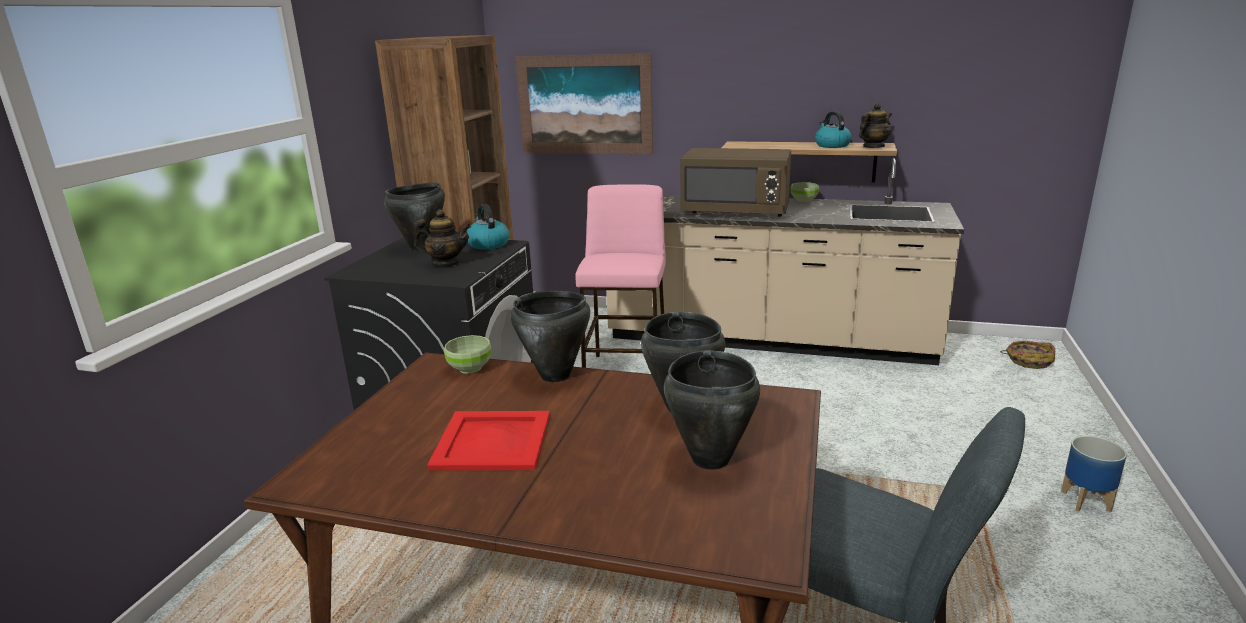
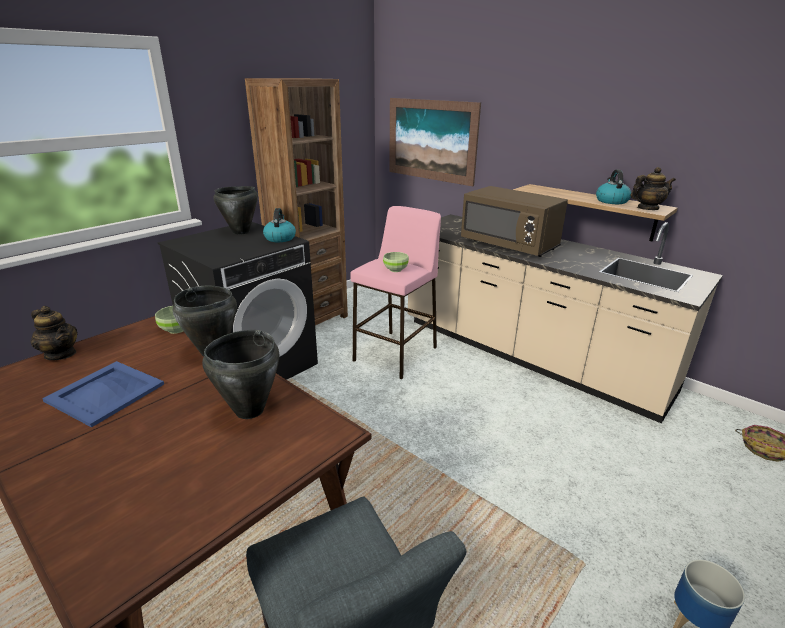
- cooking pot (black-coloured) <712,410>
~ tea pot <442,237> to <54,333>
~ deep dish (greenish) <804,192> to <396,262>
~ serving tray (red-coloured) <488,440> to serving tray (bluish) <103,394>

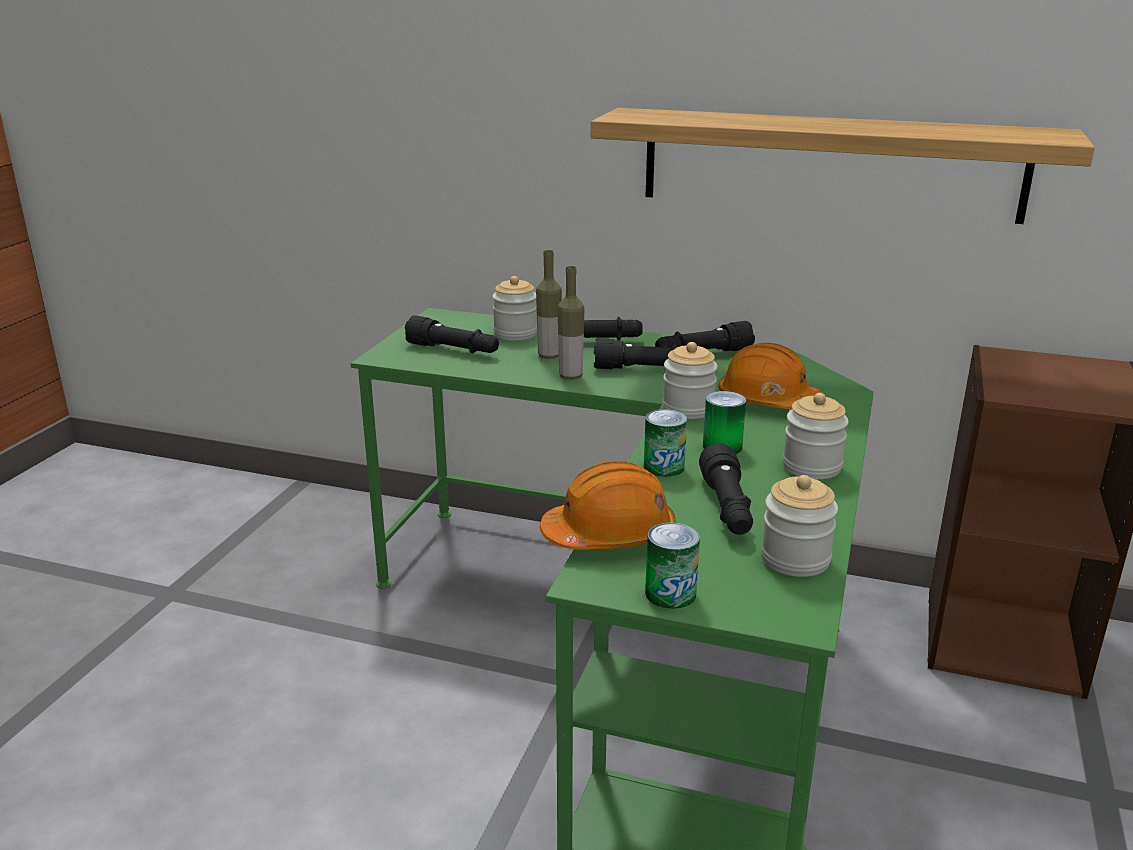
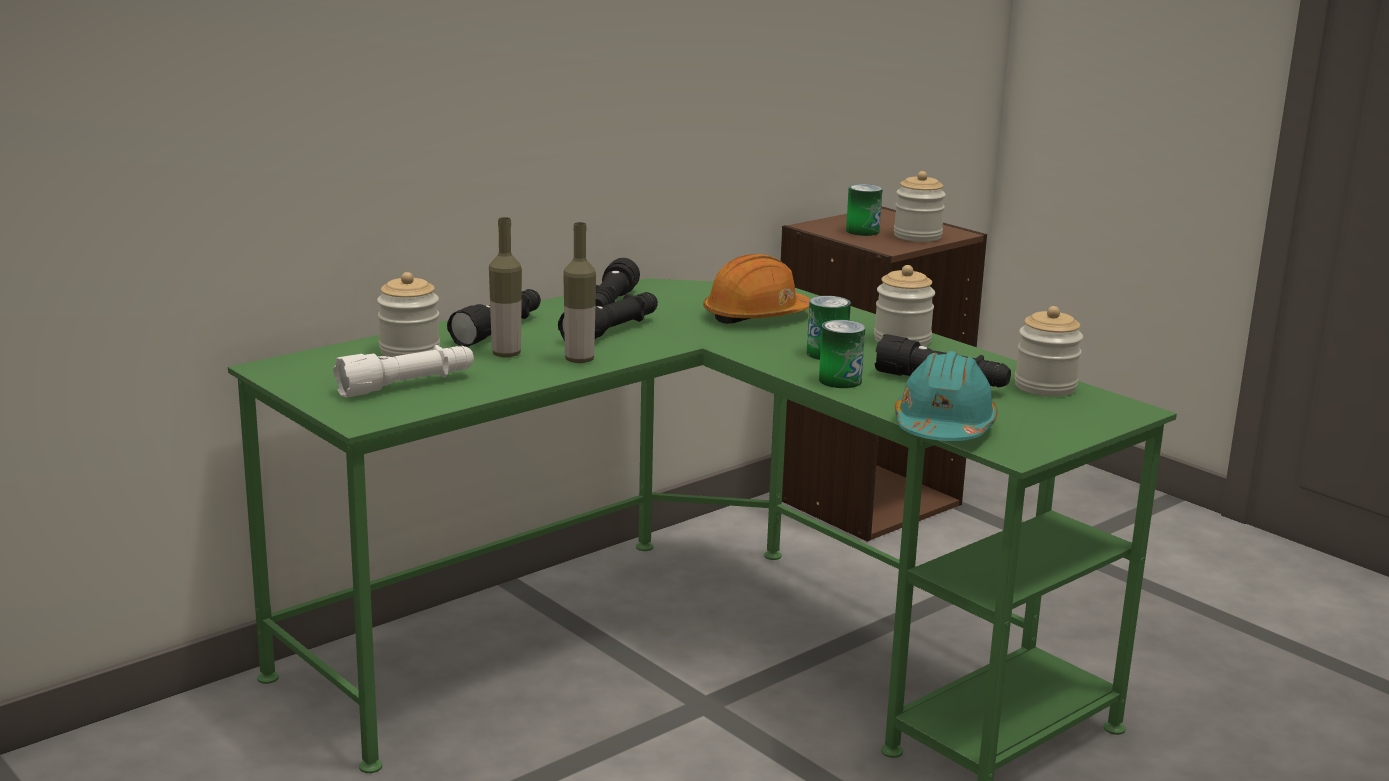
- shelf <843,166>
~ sealed can <672,565> to <864,210>
~ jar <690,380> to <920,206>
~ torch (black-coloured) <452,334> to torch (white-coloured) <403,371>
~ hard hat (orange-coloured) <608,505> to hard hat (blue-green) <946,396>

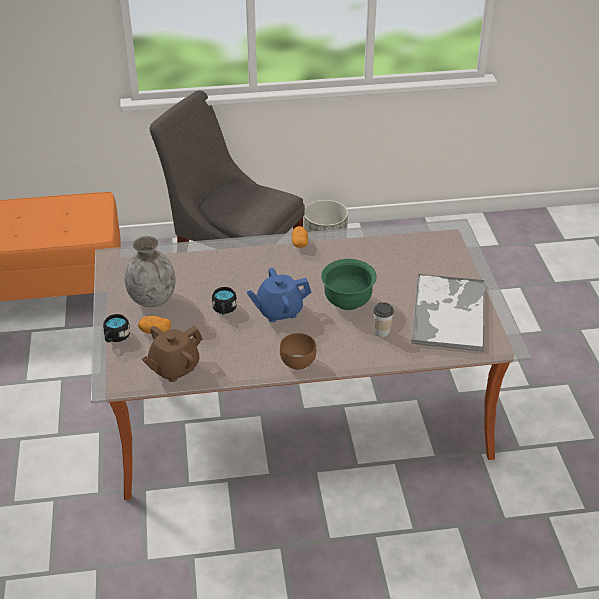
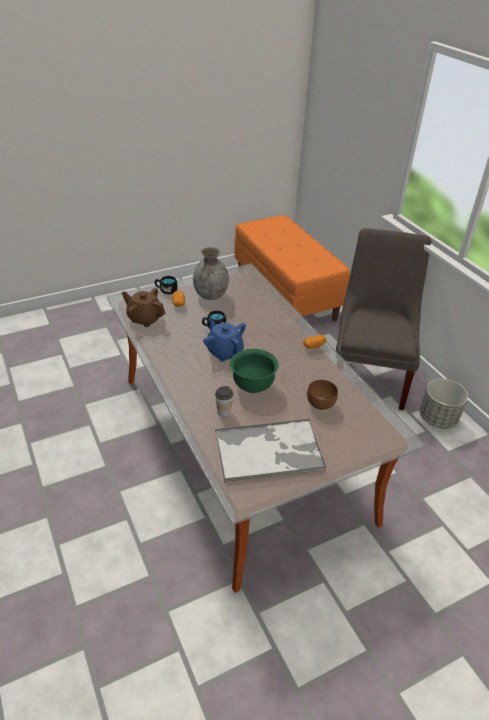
~ deep dish (brown) <298,351> to <322,395>

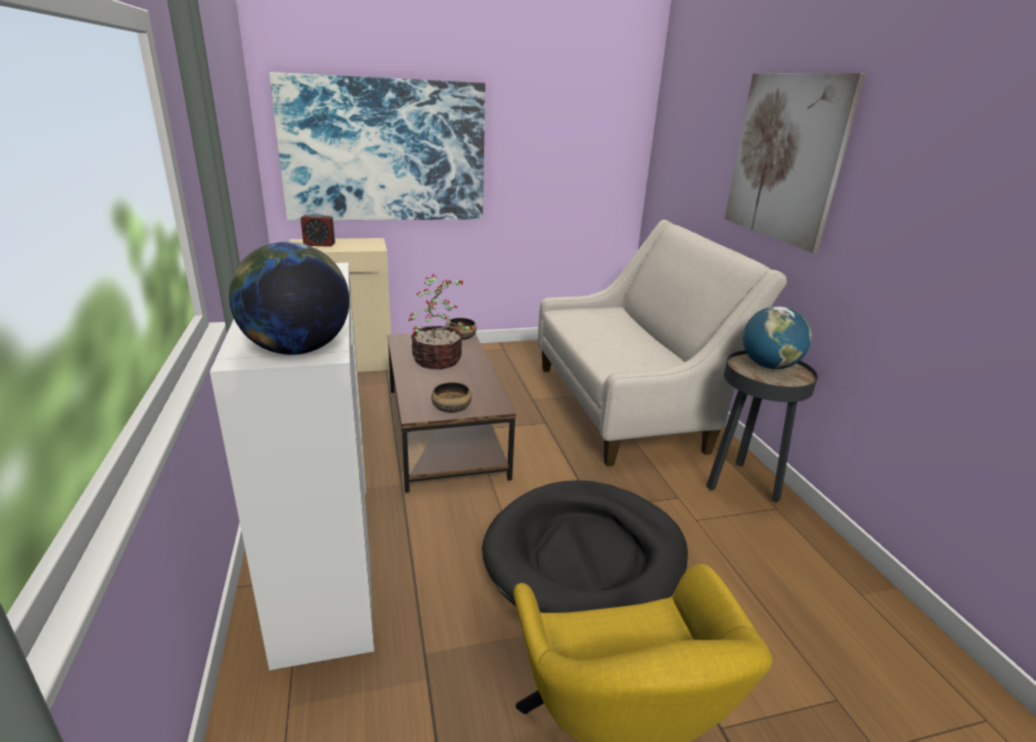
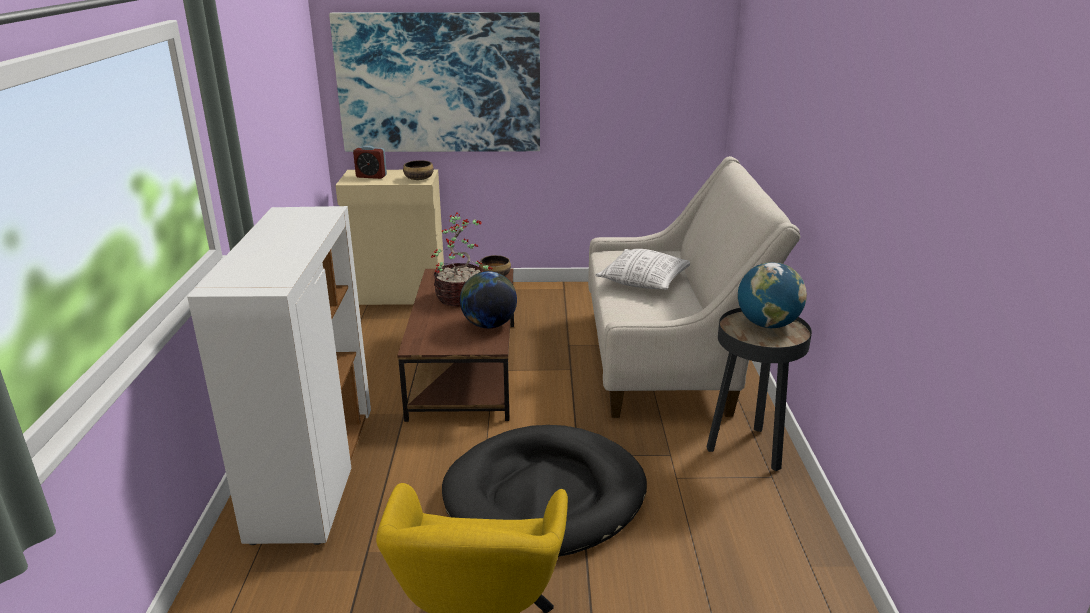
- wall picture <795,163>
+ pillow <642,269>
~ world globe <289,298> to <488,299>
~ deep dish <451,397> to <418,170>

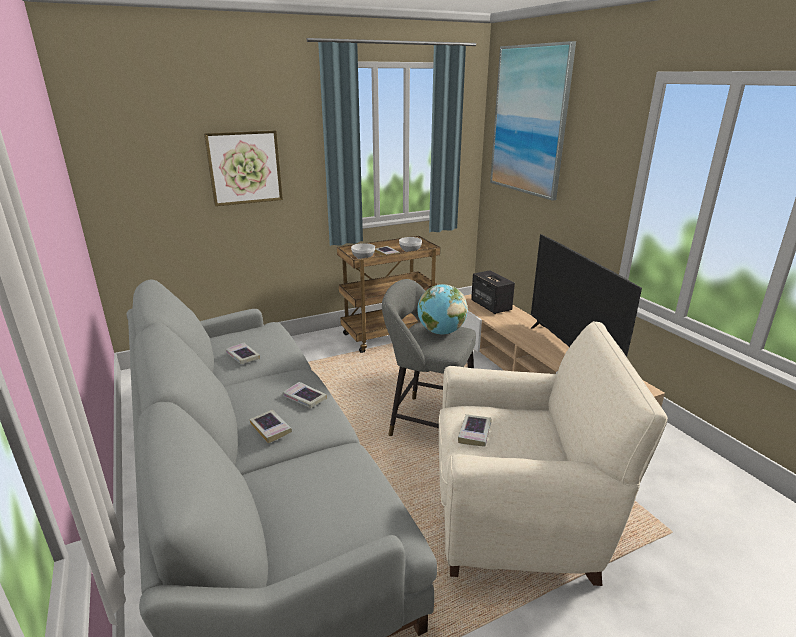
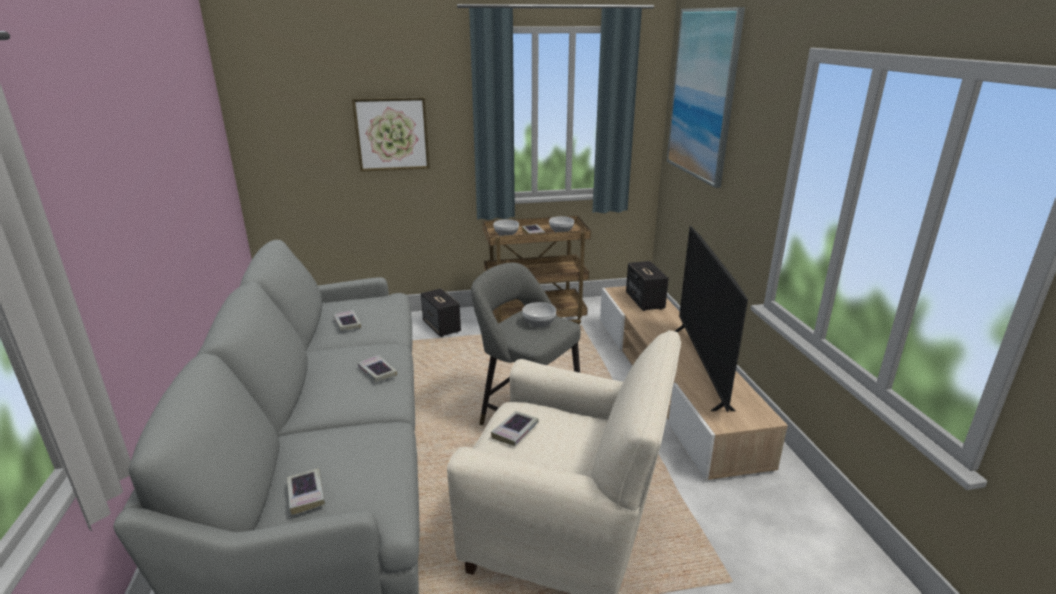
+ loudspeaker <441,313>
~ volume <270,426> to <306,491>
~ world globe <442,309> to deep dish <539,315>

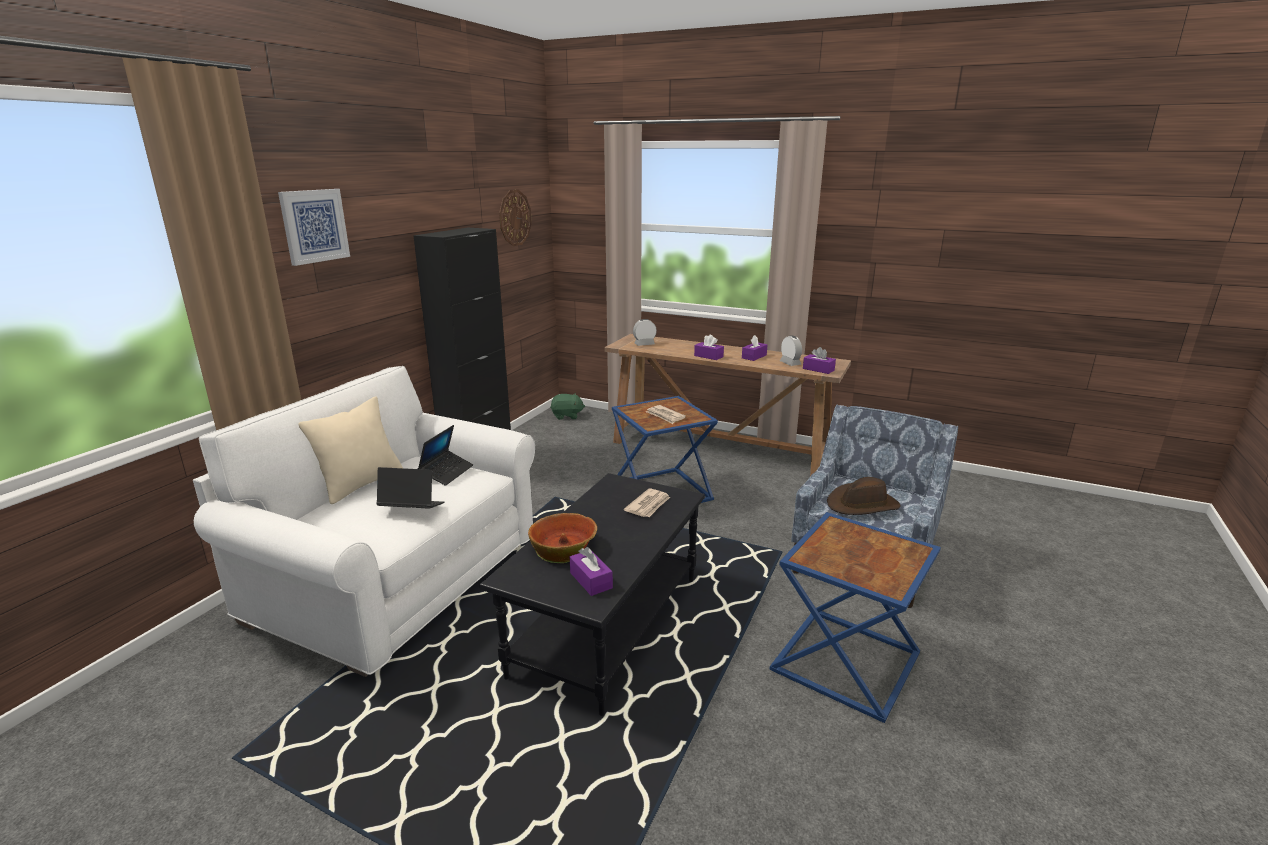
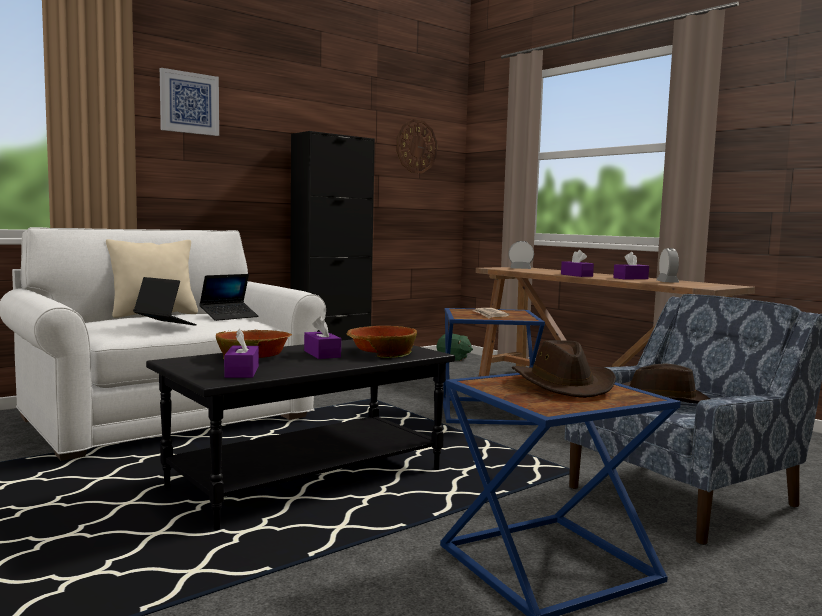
+ clothing hat (brown) <564,369>
~ tissue box (purple) <819,360> to <322,338>
~ daily paper <647,502> to deep dish <382,342>

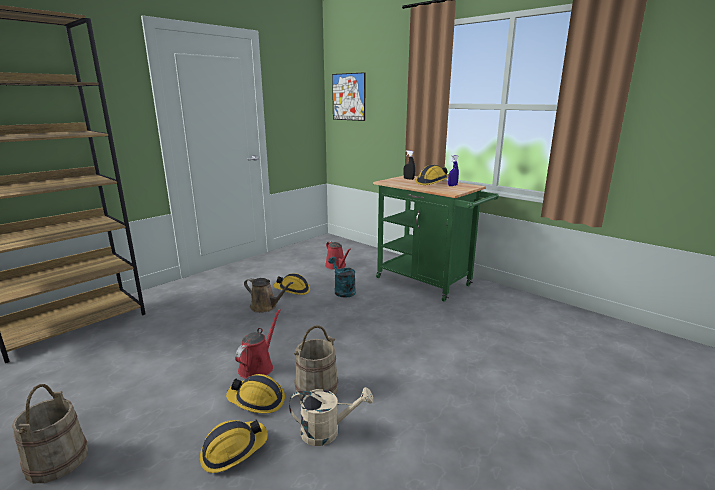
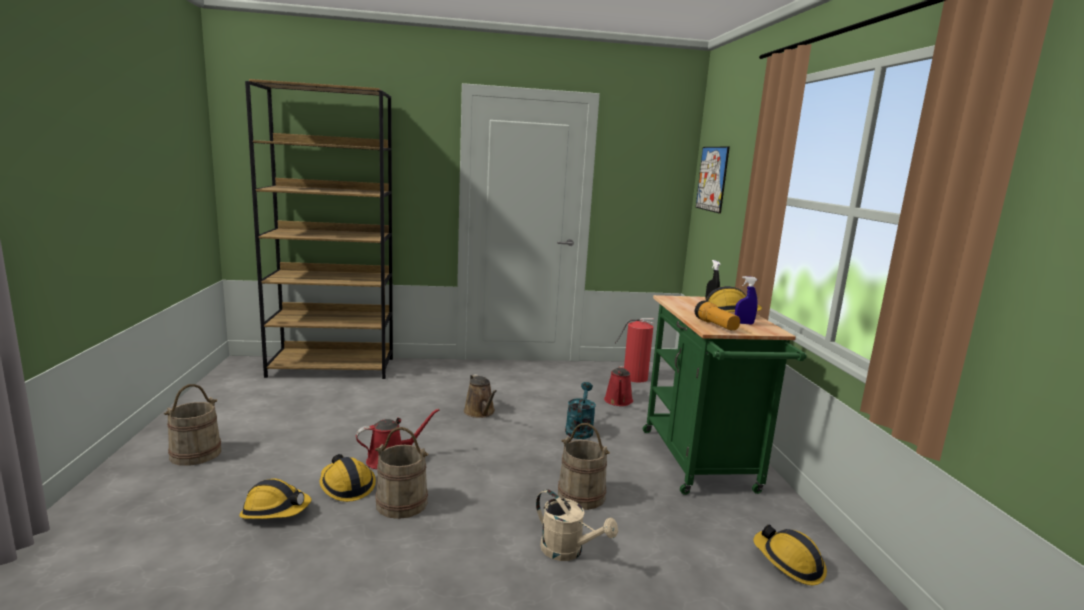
+ bucket (beige-coloured) <584,466>
+ extinguisher <634,350>
+ torch <717,315>
~ hard hat <291,284> to <790,554>
~ sprinkling can (beige-coloured) <331,416> to <577,525>

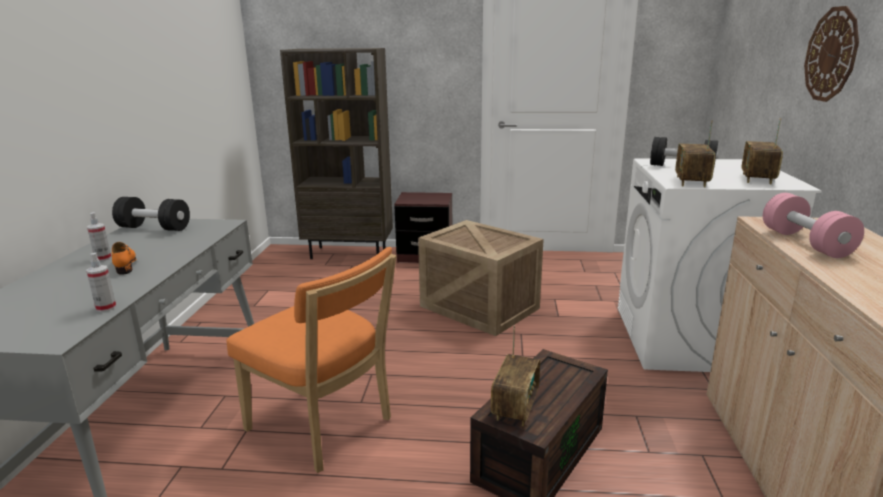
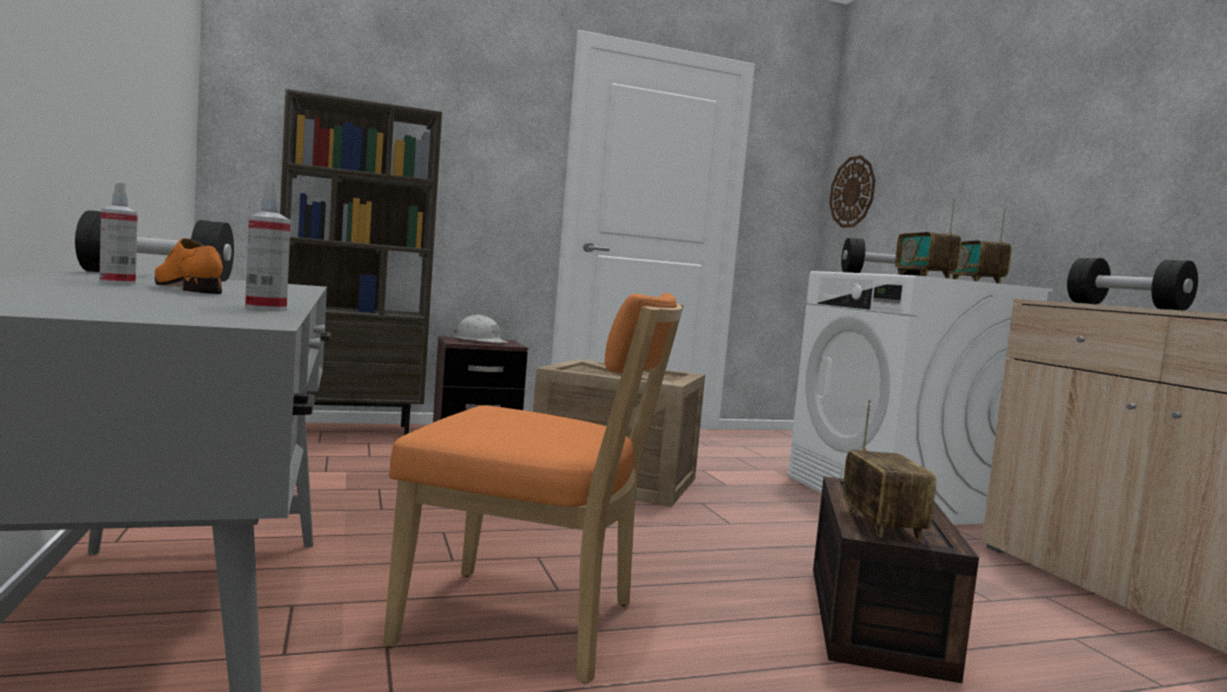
+ hard hat (white-coloured) <481,328>
~ clock on the wall <831,54> to <852,191>
~ hand weight (pink-coloured) <813,225> to hand weight (black-coloured) <1132,284>

